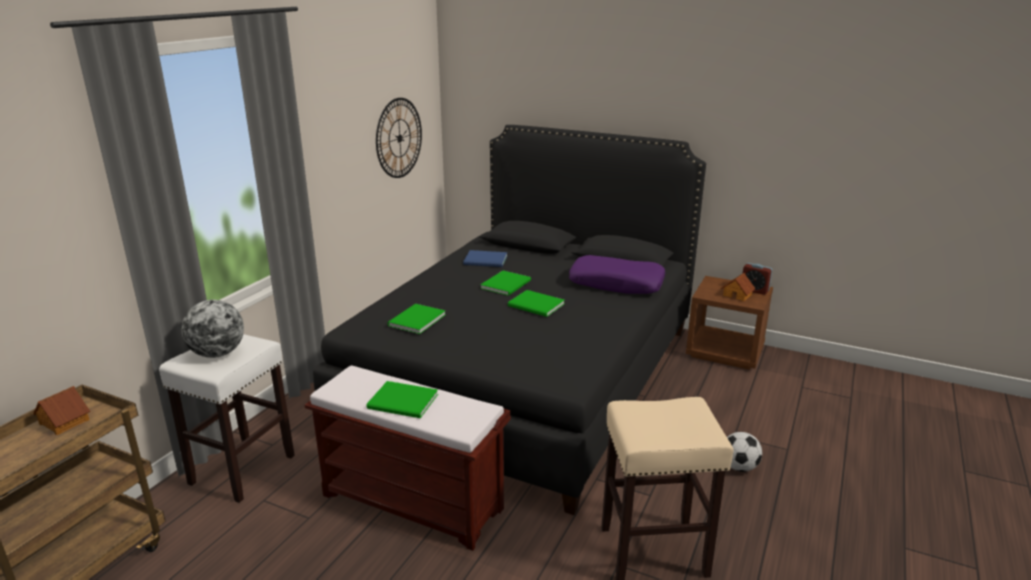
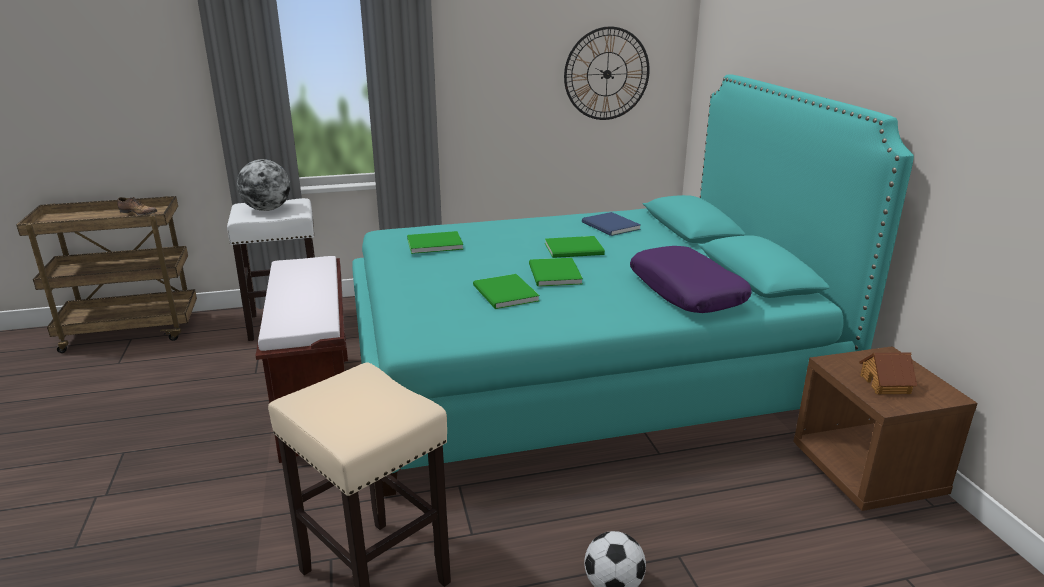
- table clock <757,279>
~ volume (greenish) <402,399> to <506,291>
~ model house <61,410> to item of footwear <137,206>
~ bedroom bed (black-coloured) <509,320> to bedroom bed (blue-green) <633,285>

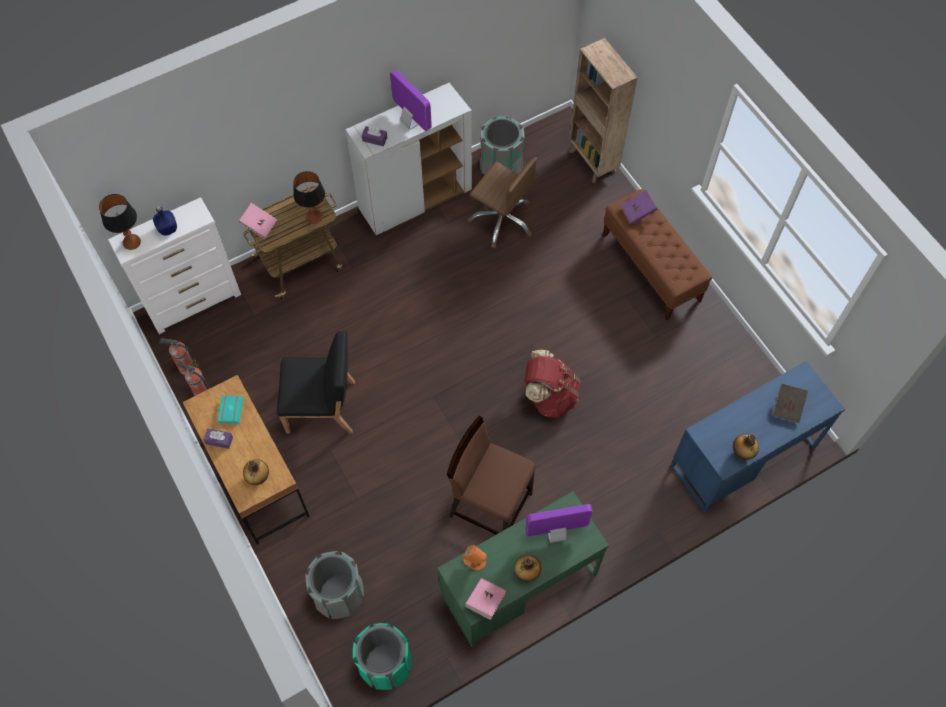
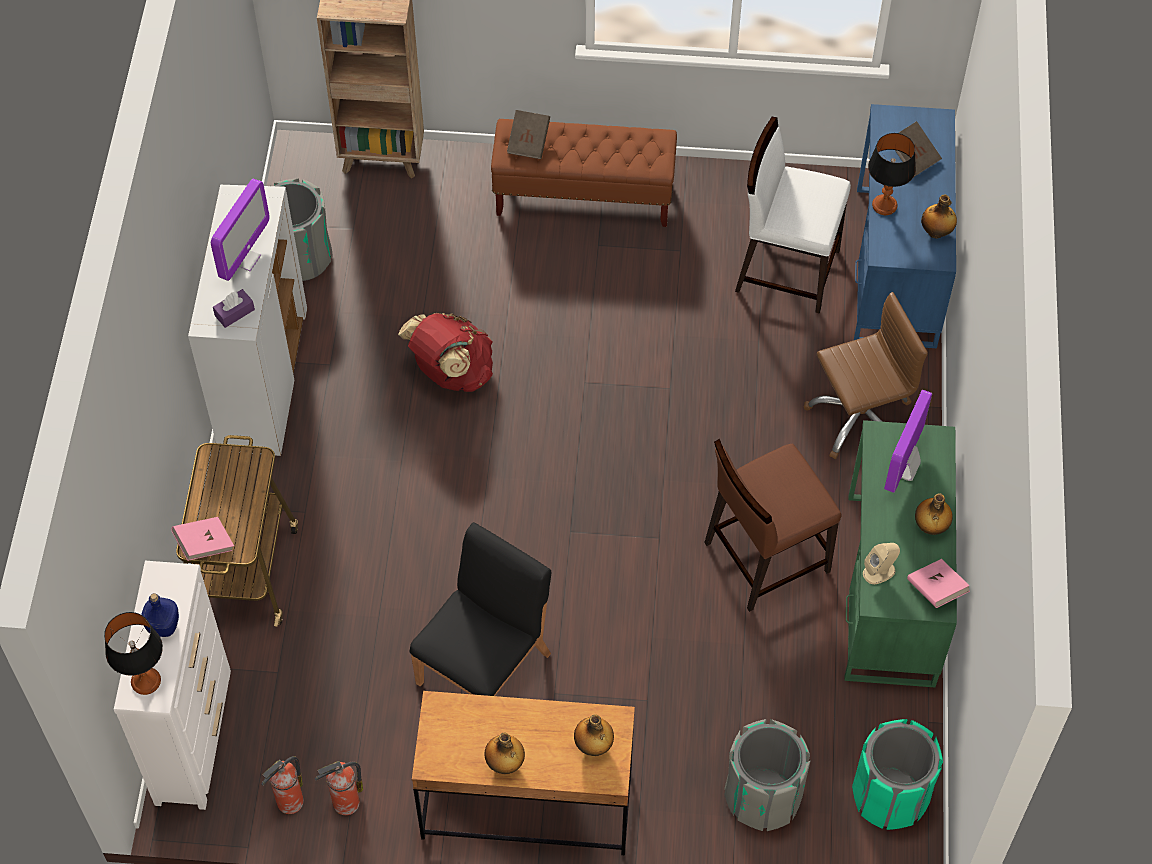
- volume (blue-green) <231,409>
+ plain chair (white-coloured) <793,215>
~ table lamp <309,197> to <892,174>
~ computer chair (brown) <502,202> to <866,375>
~ backpack (red-coloured) <553,384> to <445,352>
~ tissue box (purple) <218,439> to drink bottle <505,753>
~ loudspeaker (orange-coloured) <475,558> to loudspeaker (beige-coloured) <881,563>
~ volume (purple) <639,207> to volume (brown) <528,134>
~ monitor <411,100> = <240,230> 120 degrees clockwise

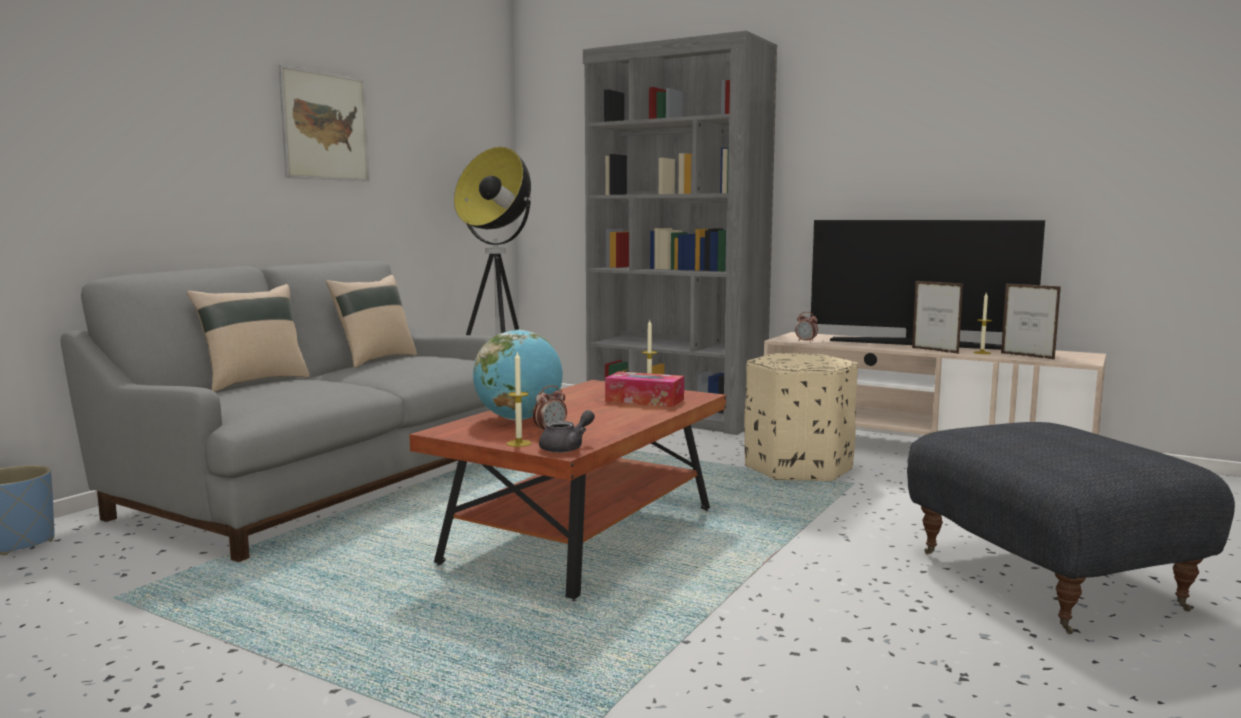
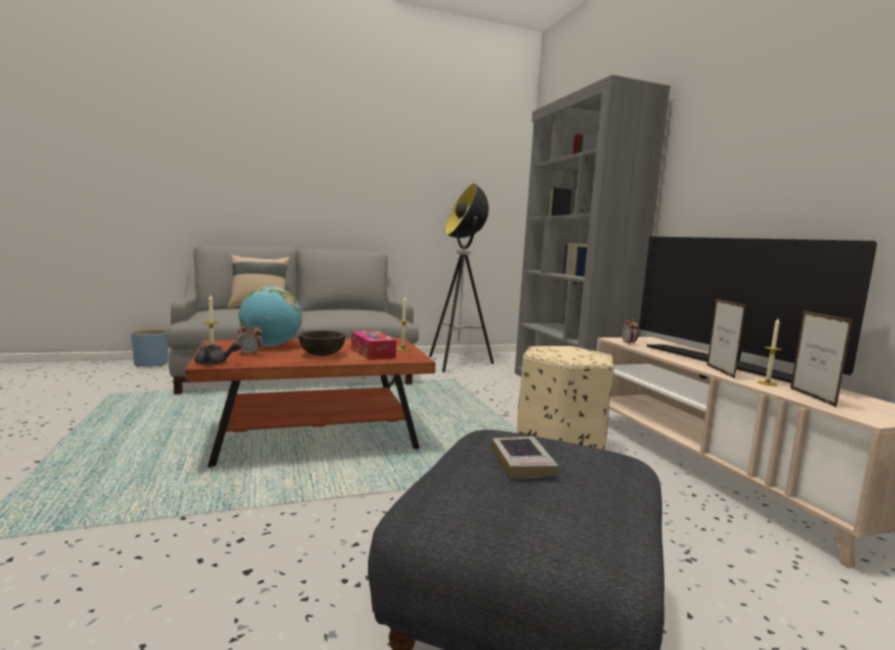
- wall picture <324,123>
- pillow (beige-coloured) <371,321>
+ deep dish (brown) <322,343>
+ volume <525,457>

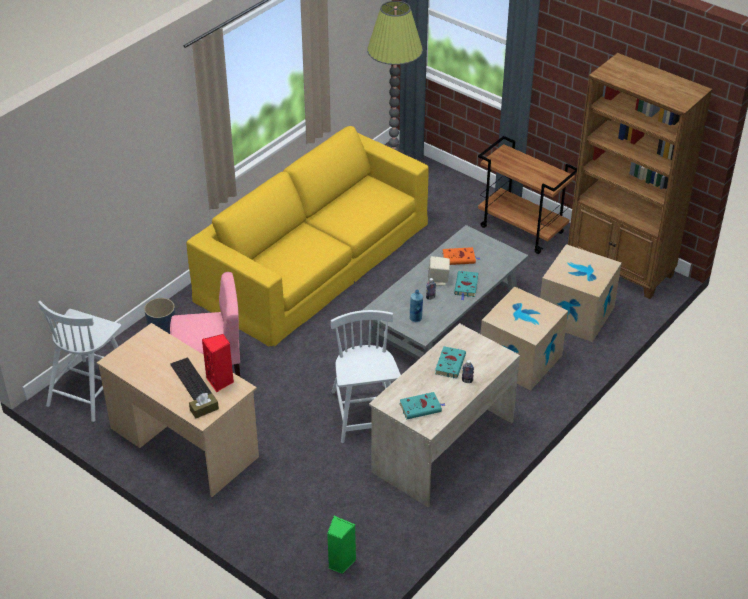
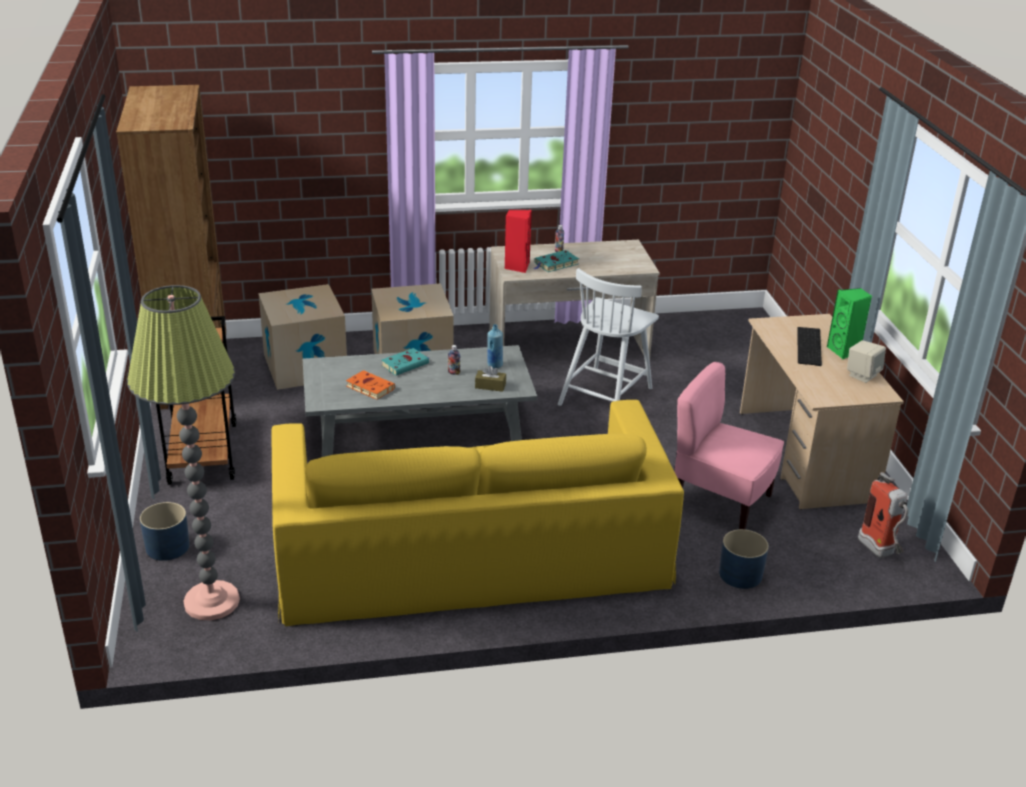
- volume (blue-green) <422,405>
+ plant pot (bluish) <164,531>
~ tissue box (brown) <204,406> to <490,379>
~ loudspeaker (red-coloured) <218,363> to <518,241>
~ loudspeaker (greenish) <341,545> to <849,323>
~ loudspeaker (beige-coloured) <439,270> to <866,361>
~ plain chair (white-coloured) <80,361> to extinguisher <883,515>

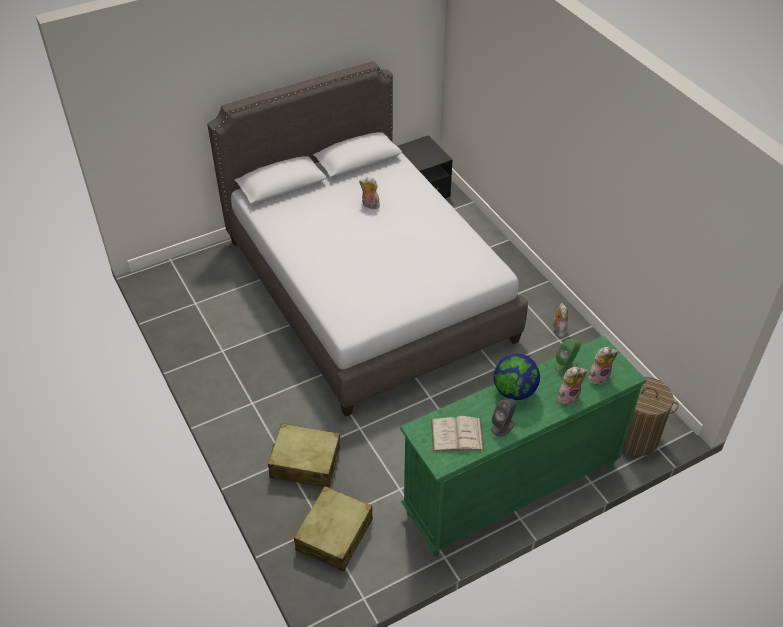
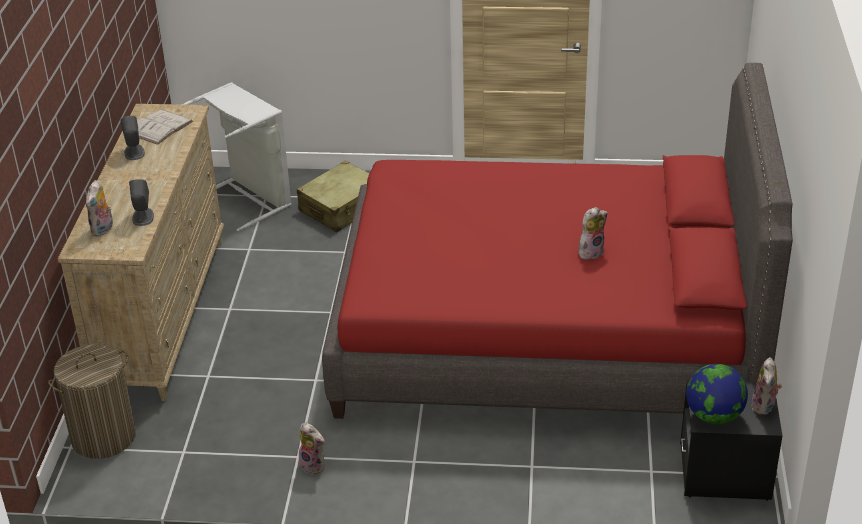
~ world globe <516,377> to <717,394>
~ soft toy <572,386> to <766,386>
~ suitcase (beige-coloured) <333,528> to washing basket (gray) <236,156>
~ bedroom bed (gray) <367,238> to bedroom bed (red-coloured) <557,241>
~ drawer chest (greenish) <523,446> to drawer chest (beige-coloured) <141,252>
~ loudspeaker (greenish) <568,356> to loudspeaker (gray) <141,202>

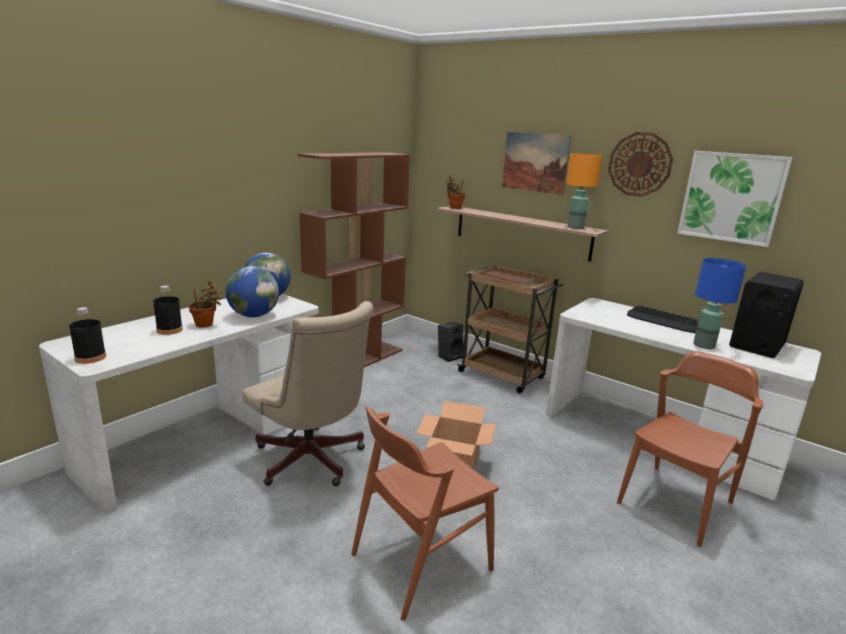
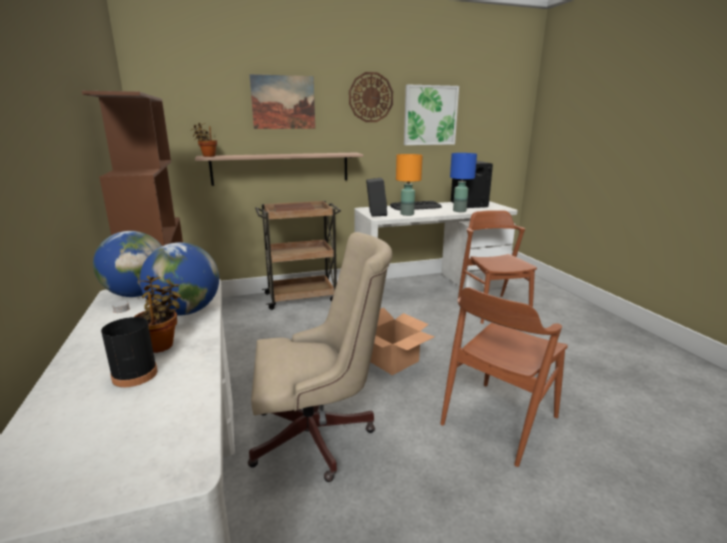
- drink bottle (black-coloured) <87,335>
~ loudspeaker (black-coloured) <450,341> to <376,197>
~ table lamp (orange-coloured) <584,191> to <409,185>
~ plain chair (brown) <425,514> = <504,377> 45 degrees clockwise

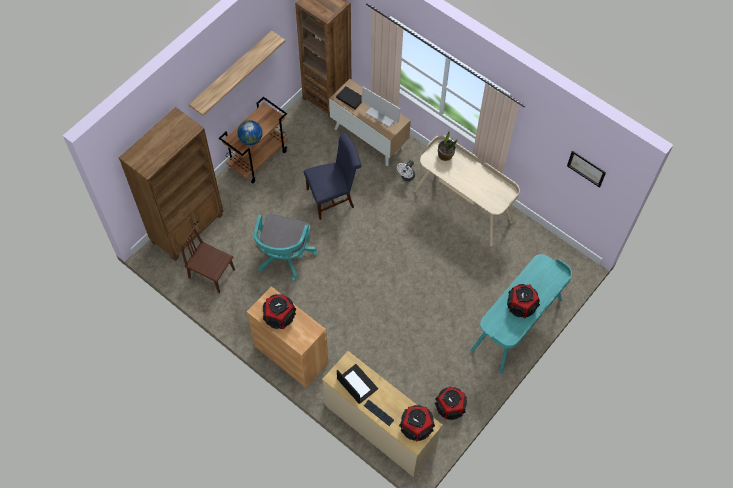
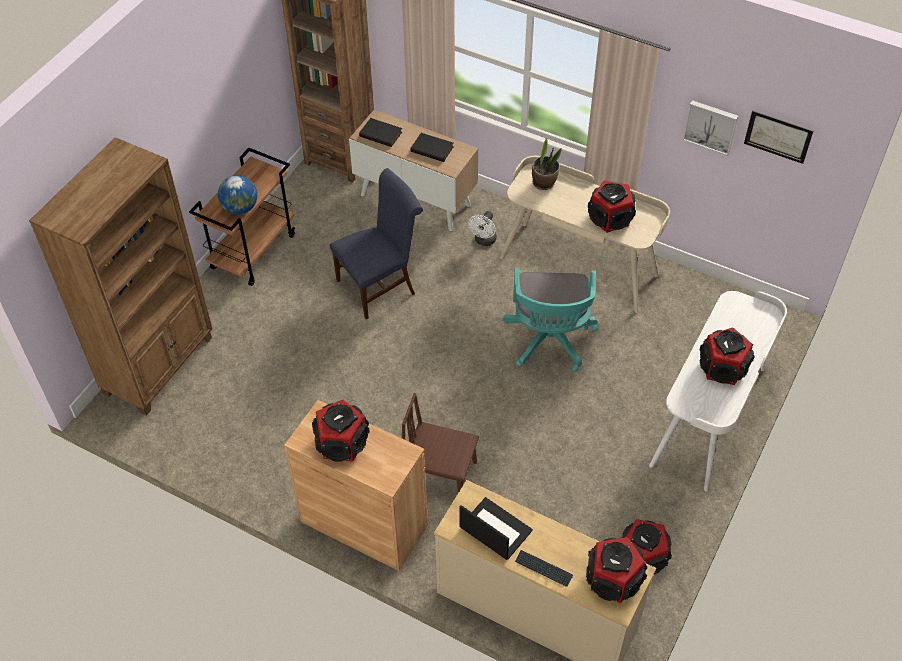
- shelf <237,73>
+ loudspeaker <612,206>
+ wall picture <710,128>
~ plain chair (brown) <208,260> to <440,443>
~ computer chair (blue-green) <285,247> to <550,320>
~ monitor <381,107> to volume (black-coloured) <432,147>
~ desk (blue-green) <521,314> to desk (white-coloured) <718,391>

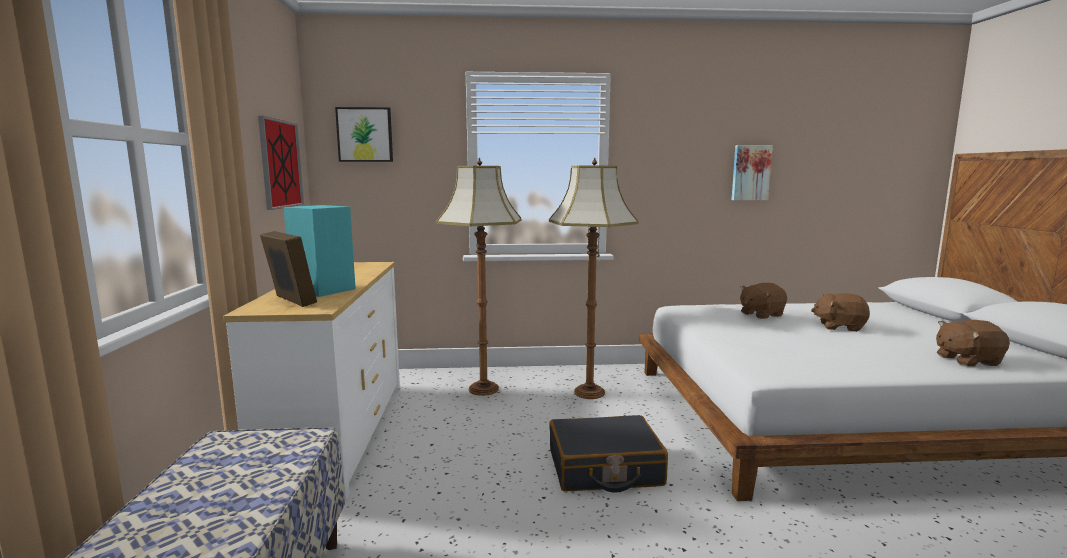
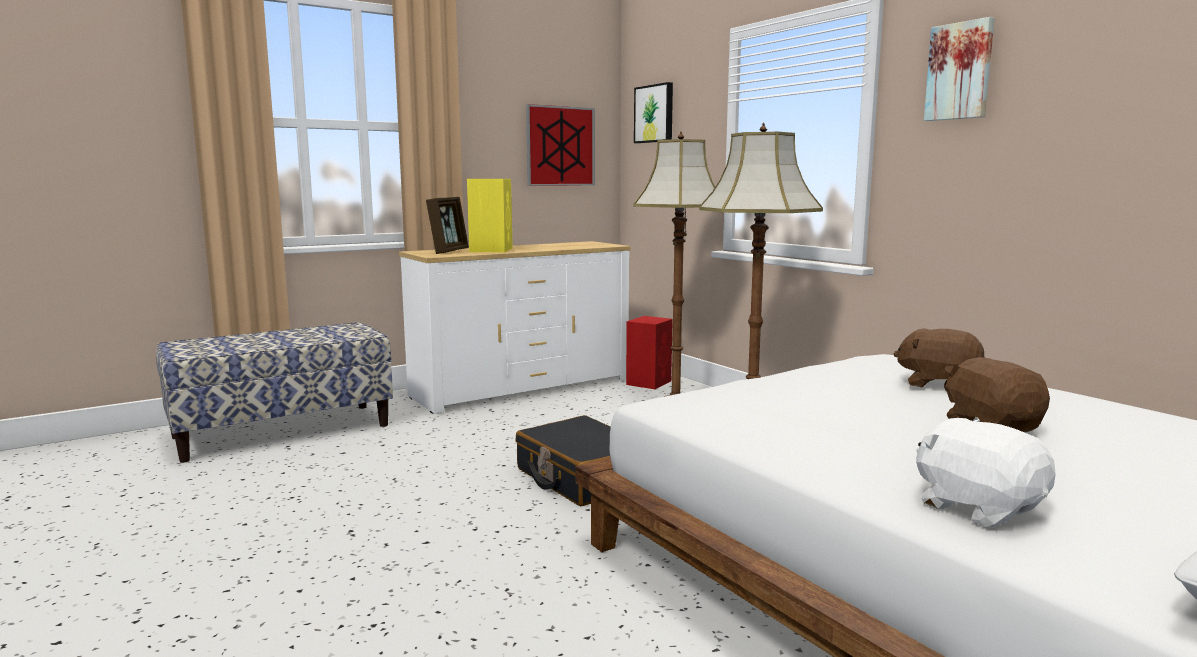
+ loudspeaker (red-coloured) <649,352>
~ wall picture <752,172> to <959,69>
~ loudspeaker (blue-green) <320,251> to loudspeaker (yellow-coloured) <490,215>
~ soft toy (brown) <973,343> to soft toy (white-coloured) <986,473>

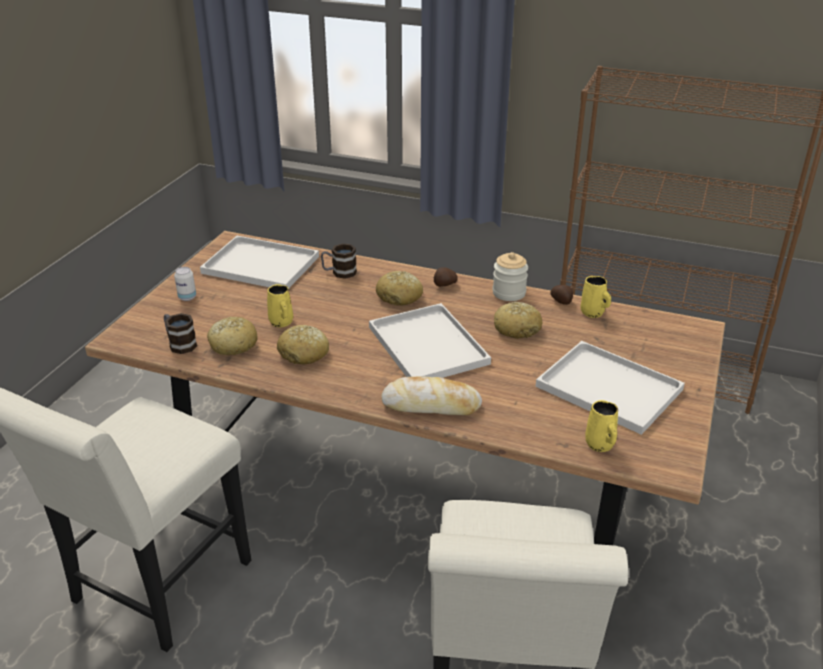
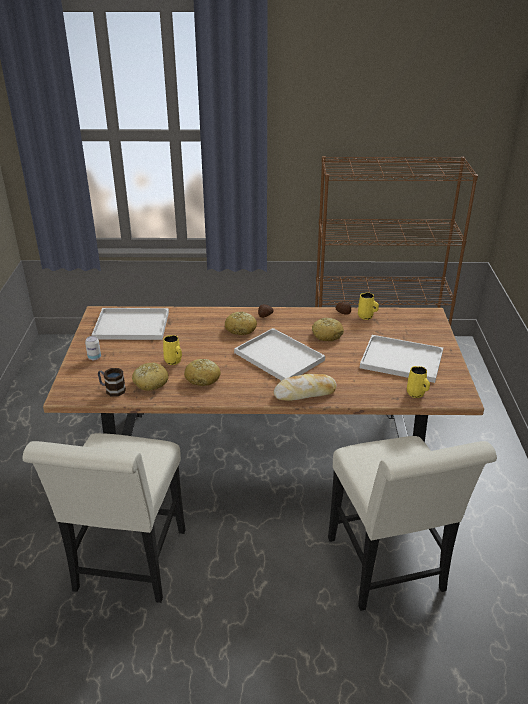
- coffee mug <339,261>
- jar <510,276>

